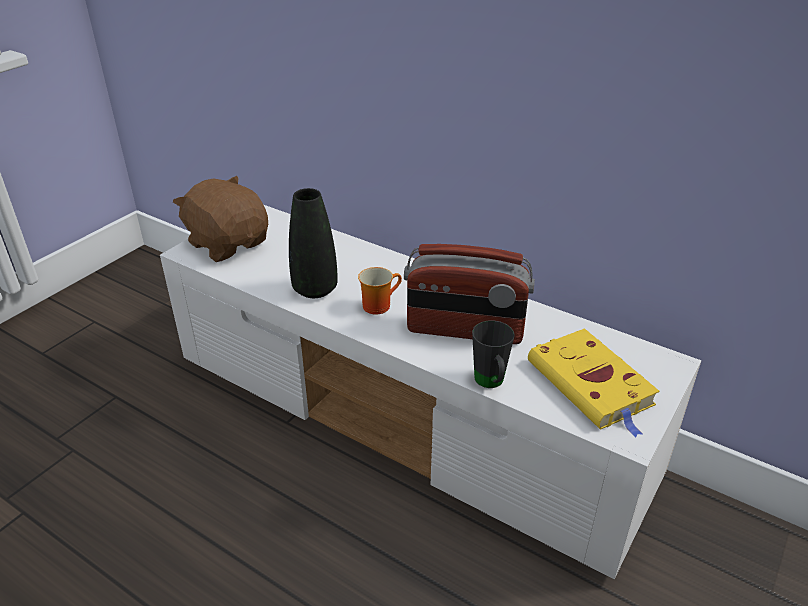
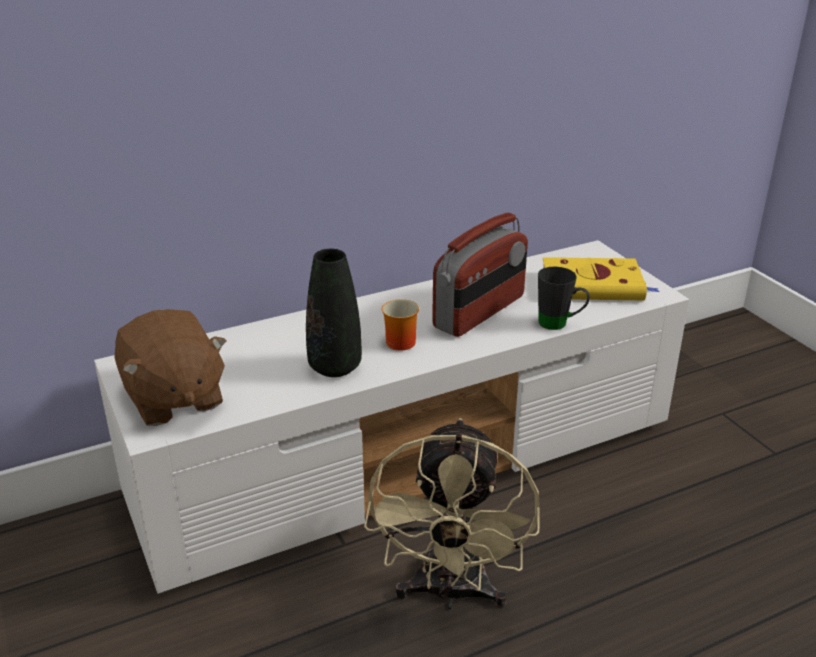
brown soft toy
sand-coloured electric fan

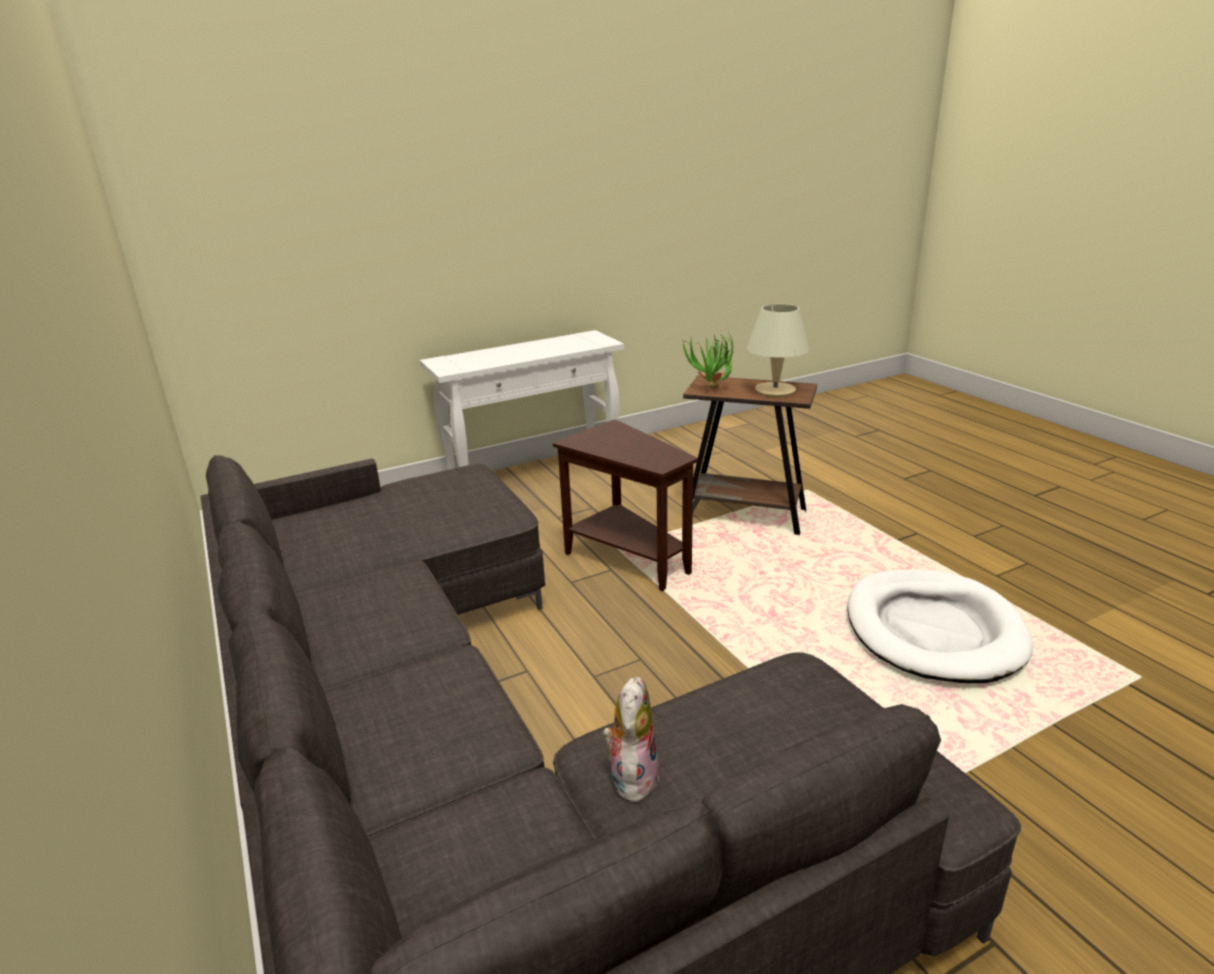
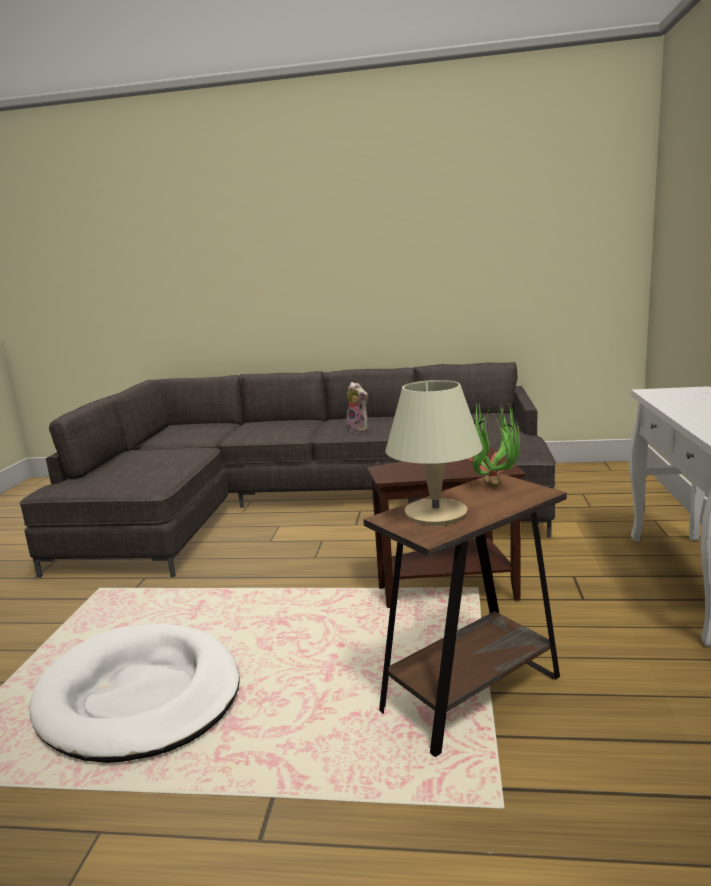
soft toy

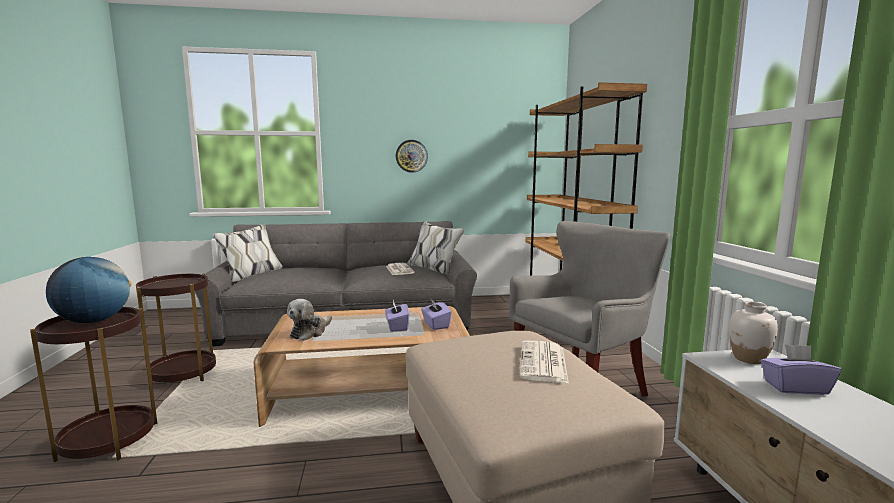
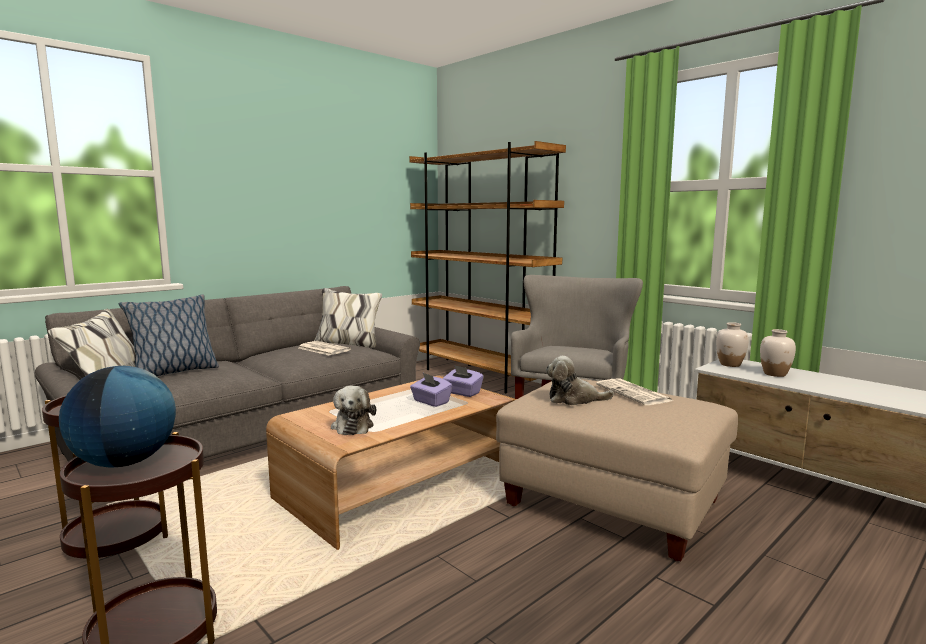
hanging clock
white-coloured vase (2nd from left)
throw pillow
soft toy (2nd from left)

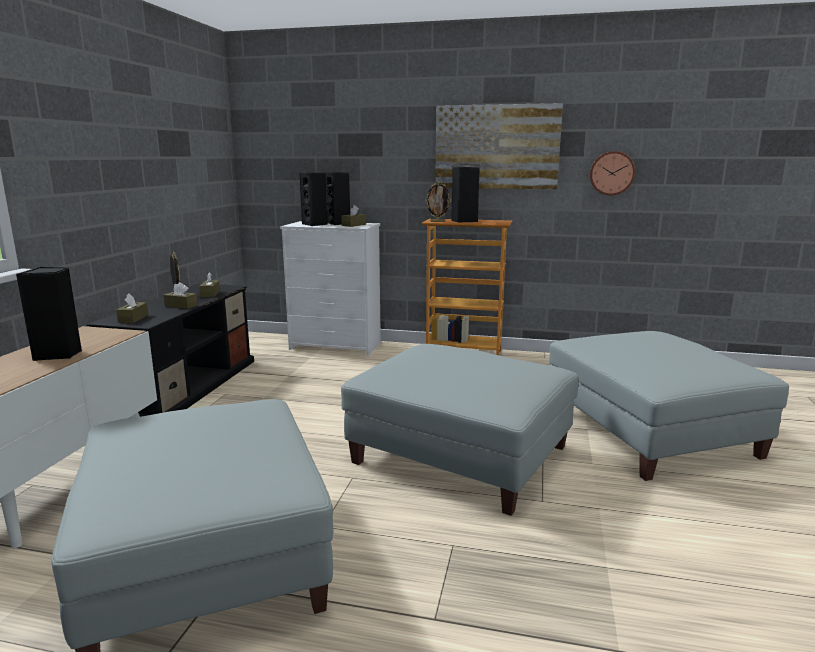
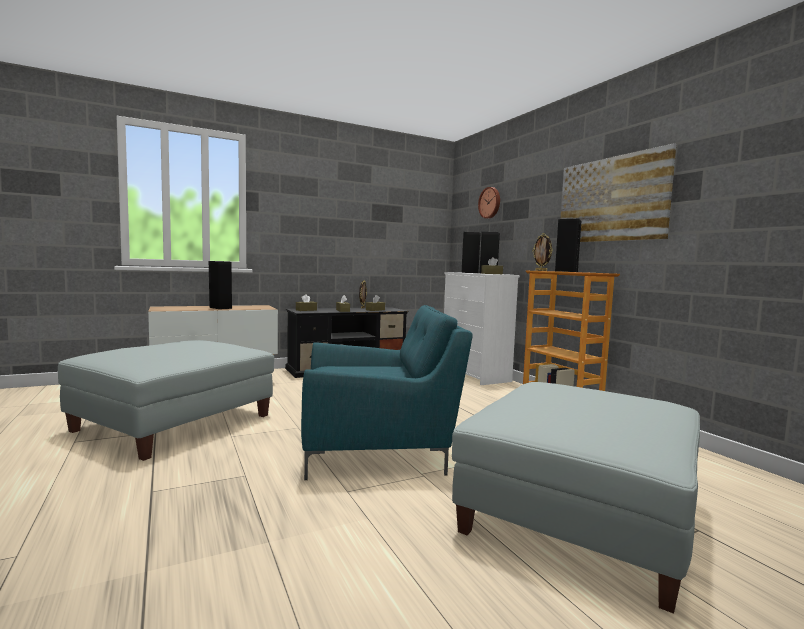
turquoise-coloured armchair
hanging clock

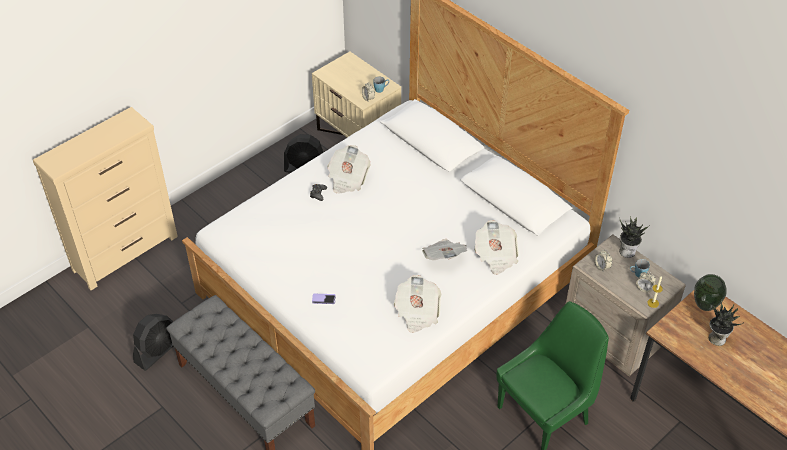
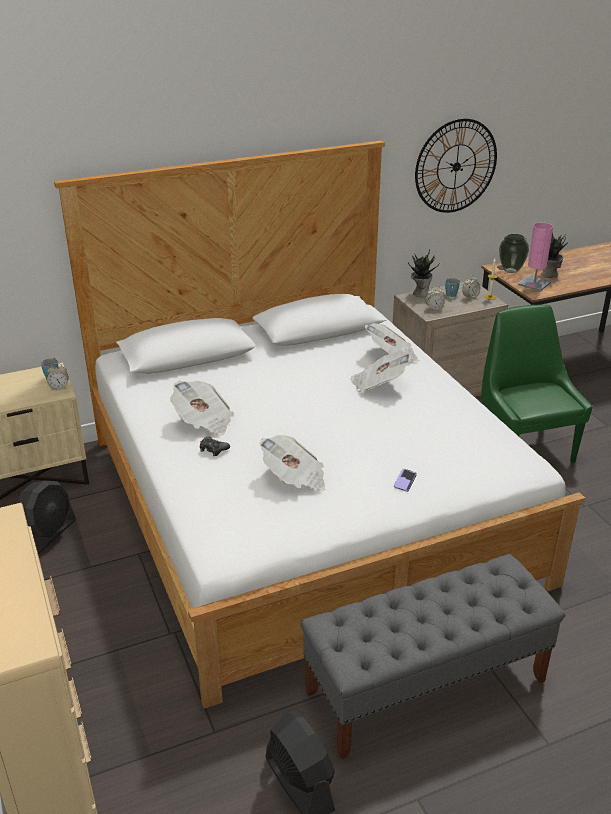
printed paper (2nd from left)
hanging clock
pink-coloured table lamp

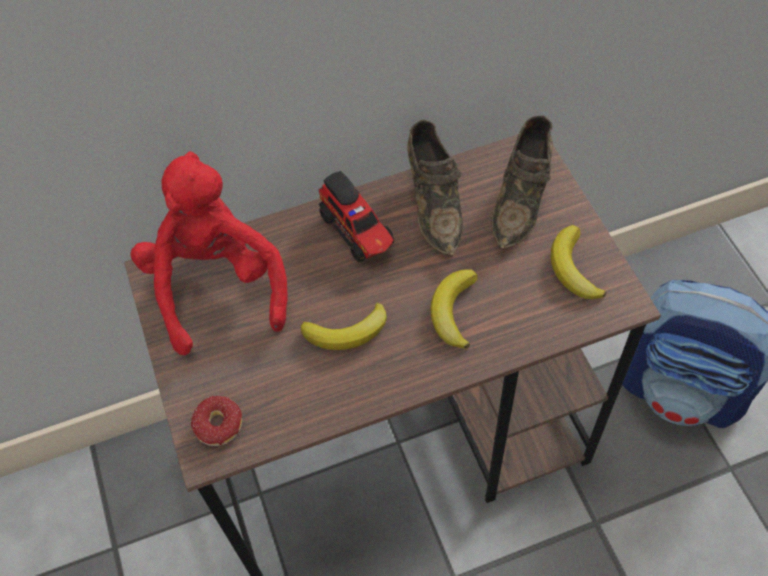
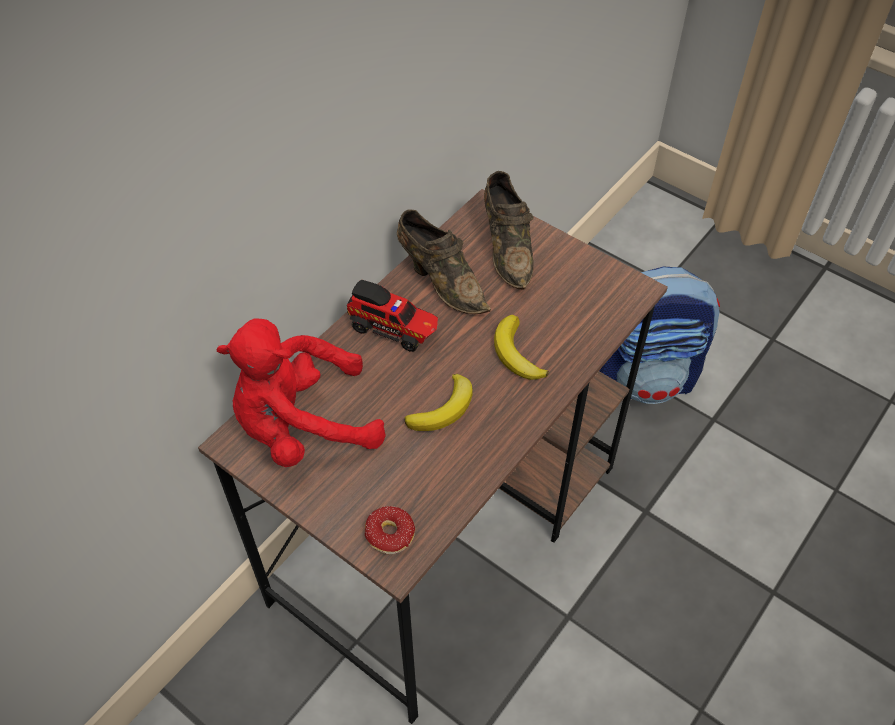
reddish soft toy
banana (3rd from left in the first image)

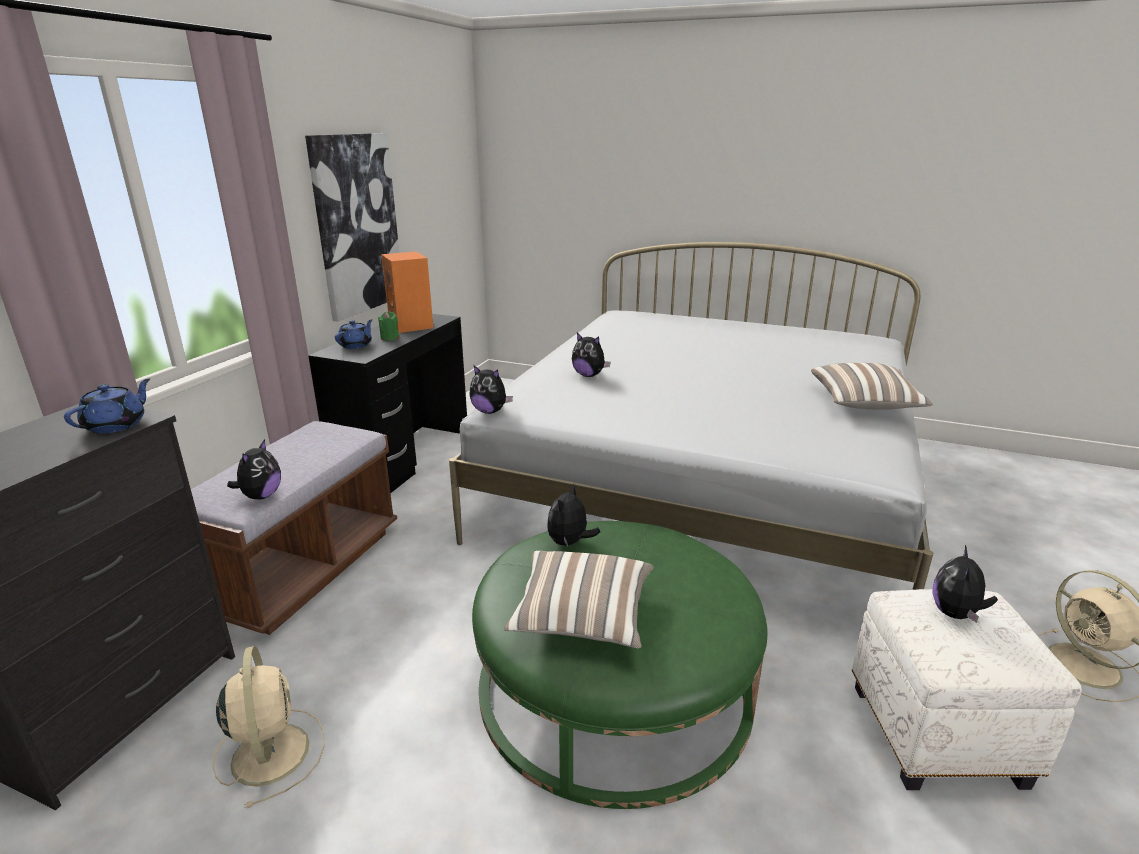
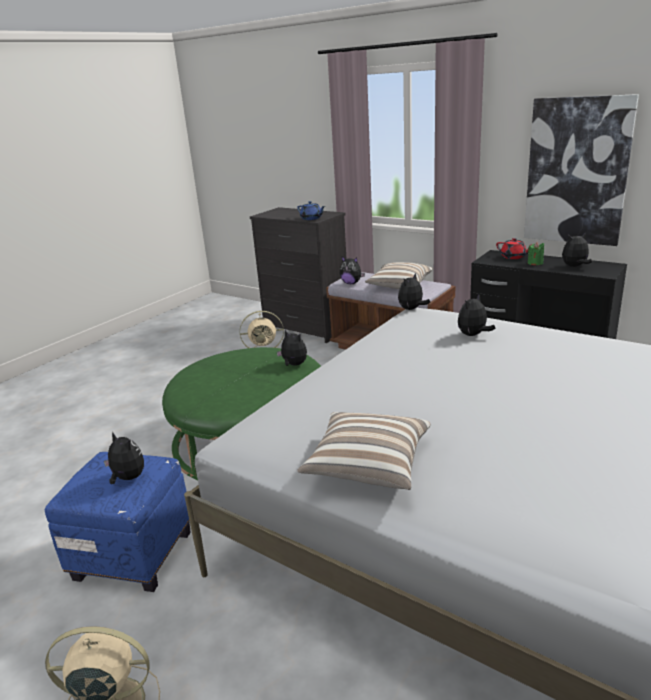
reddish pot for tea
soft toy (6th from left)
throw pillow (2nd from left)
blue footrest

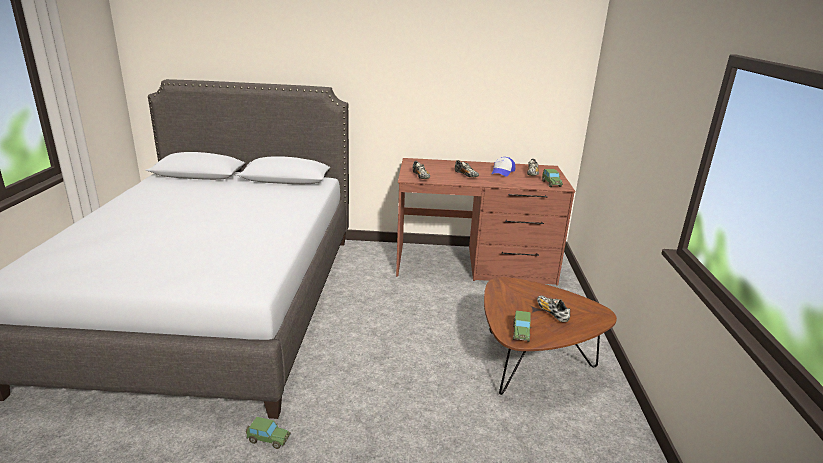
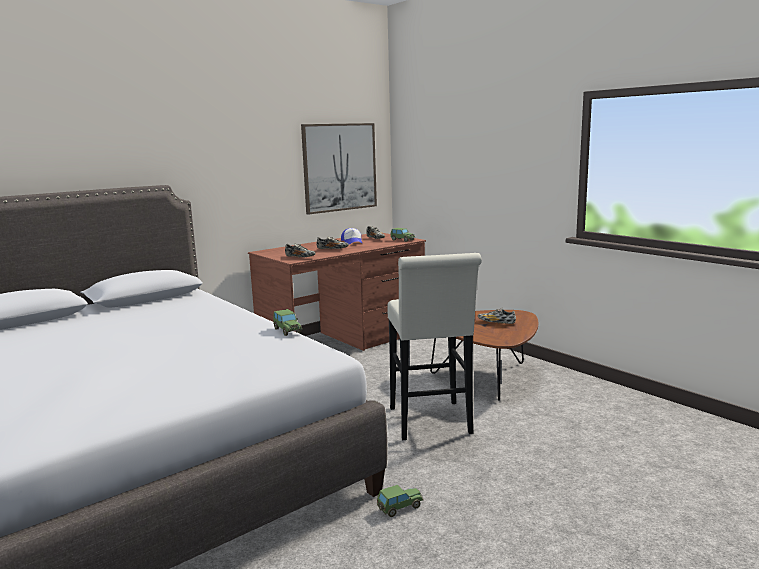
miniature car (1st from left)
wall art
white-coloured stool seat

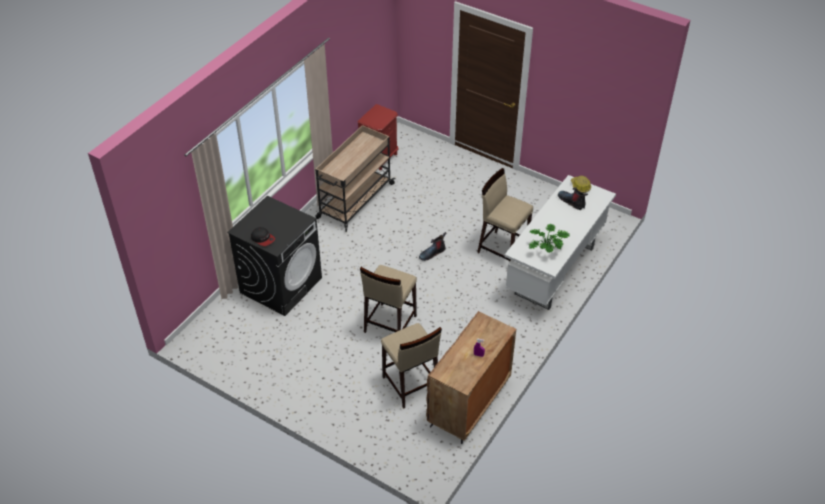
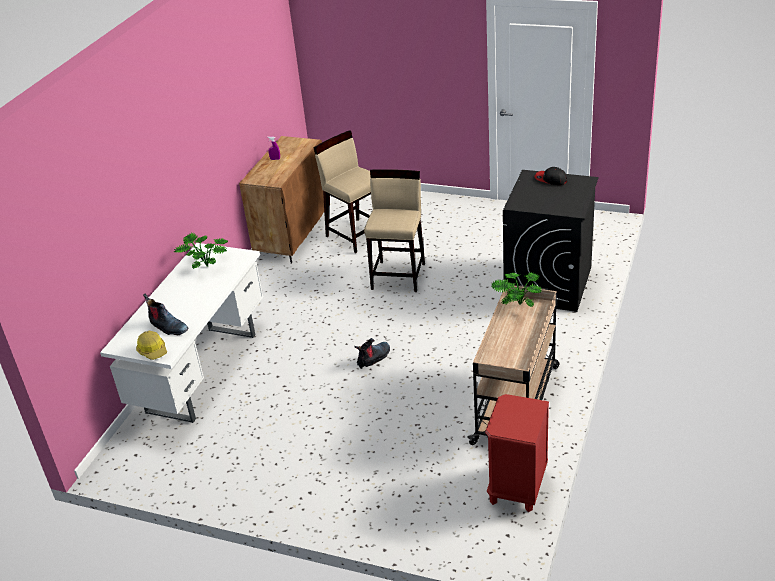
sand-coloured stool seat (3rd from left in the first image)
potted plant (2nd from left)

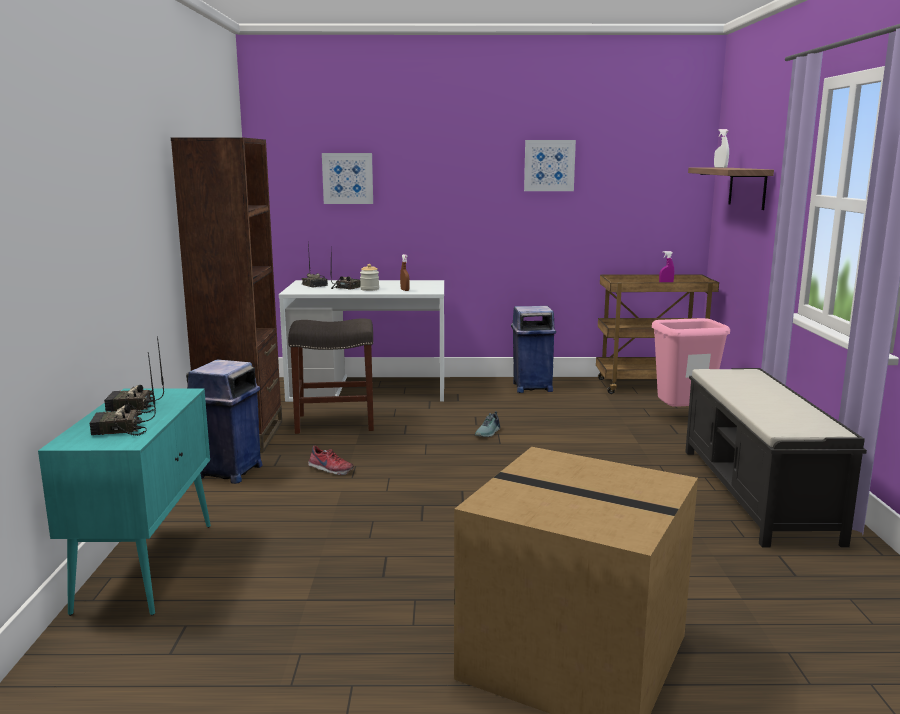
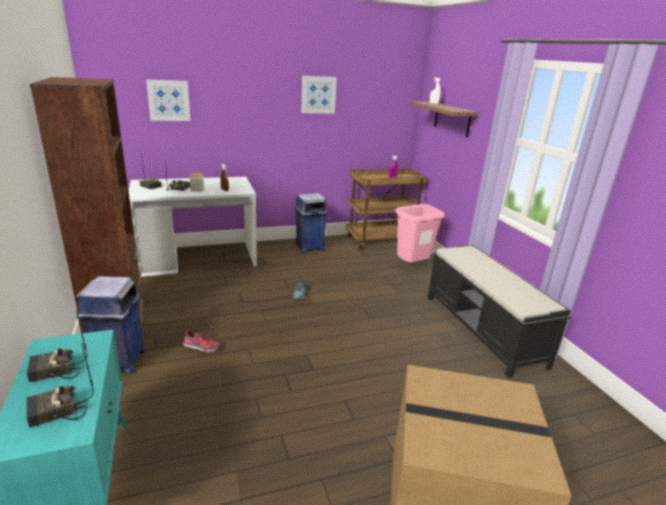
grey stool seat

